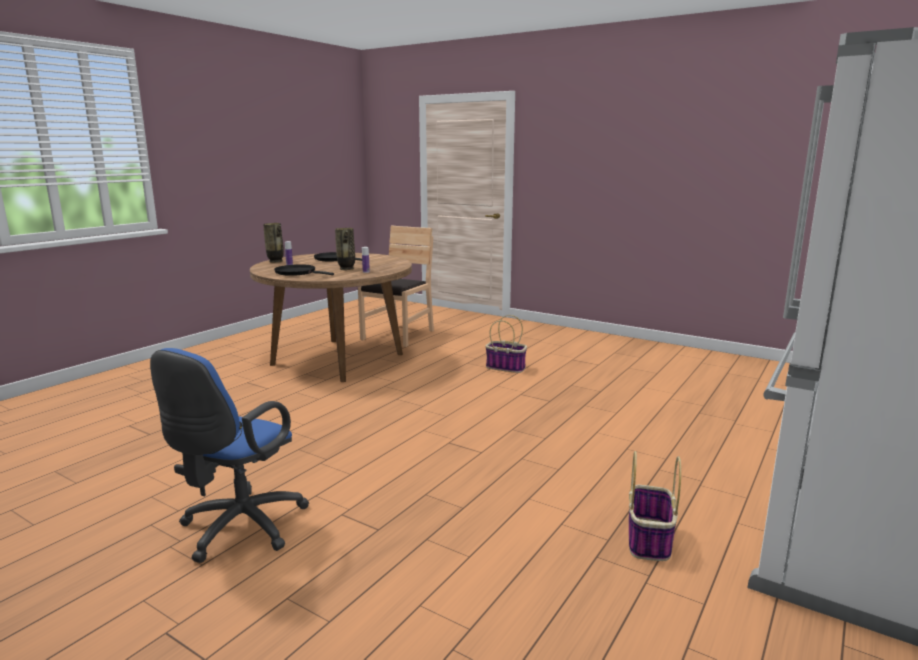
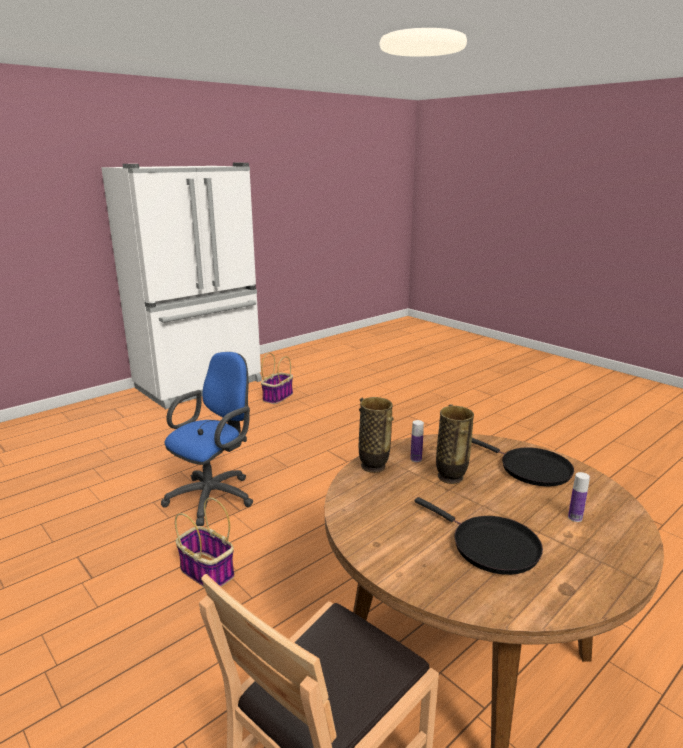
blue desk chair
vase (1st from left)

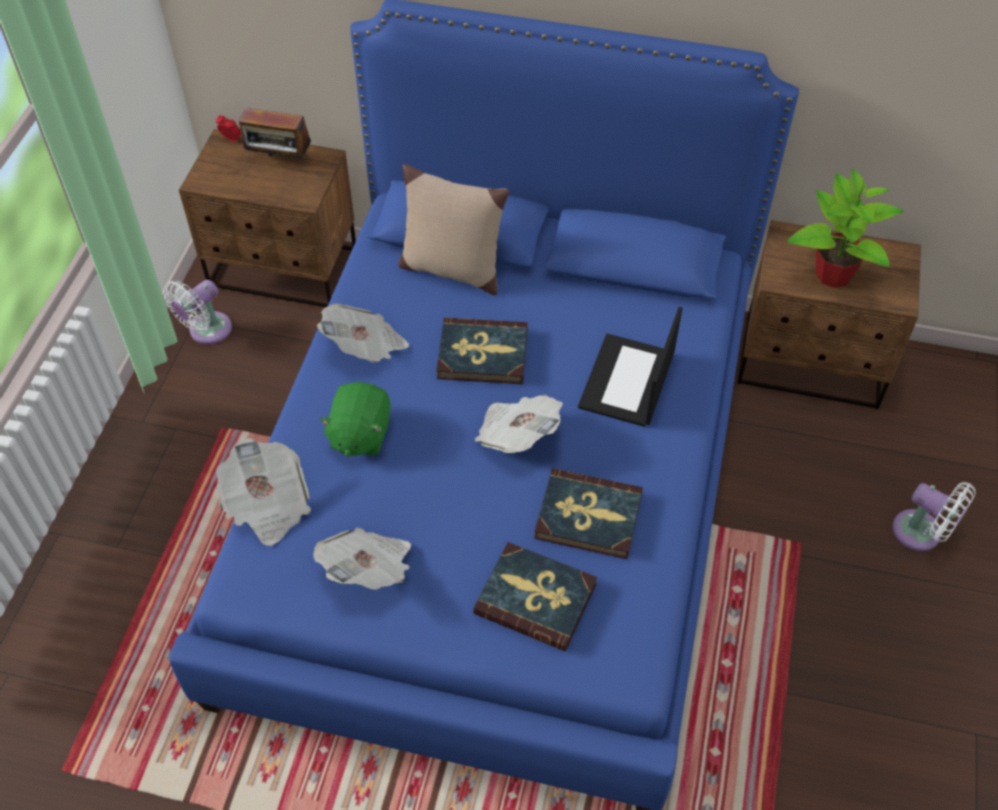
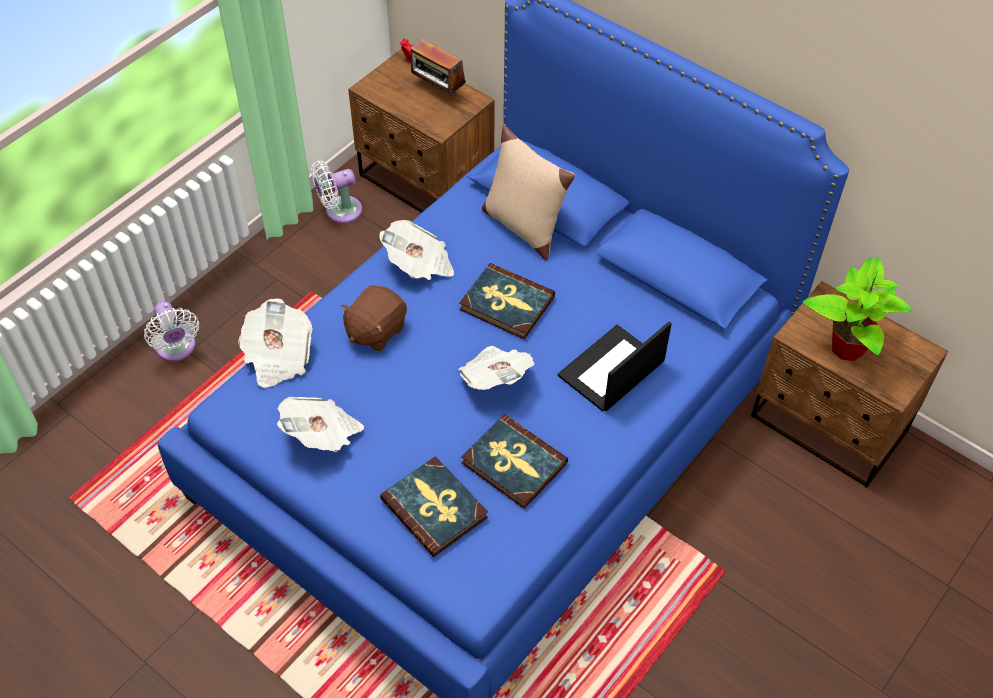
brown soft toy
white-coloured electric fan (1st from left)

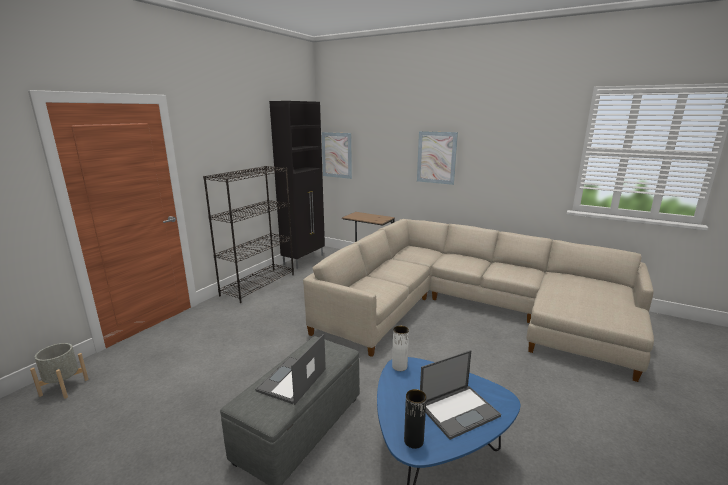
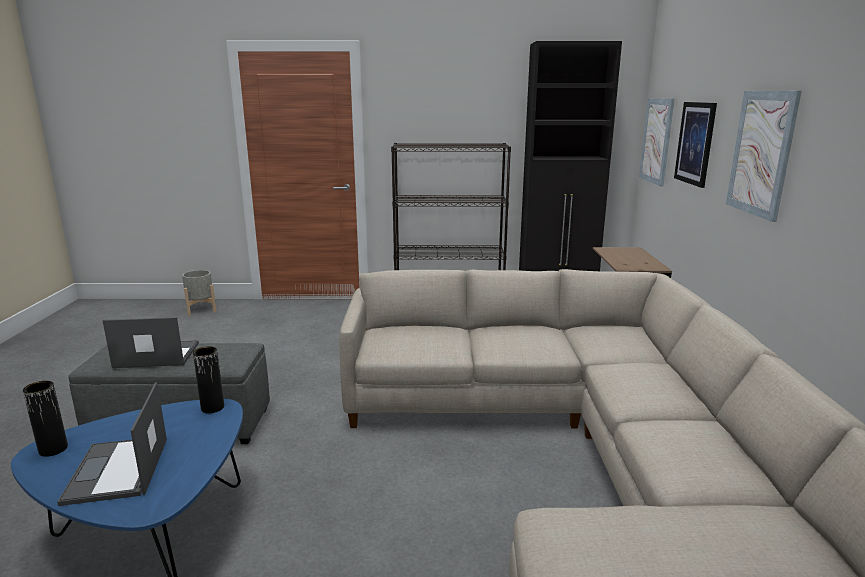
blackish vase (2nd from left)
laptop (1st from left)
wall art (2nd from left)

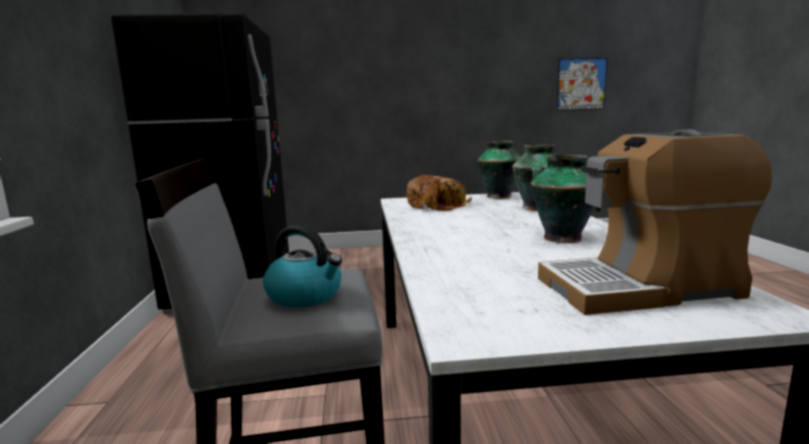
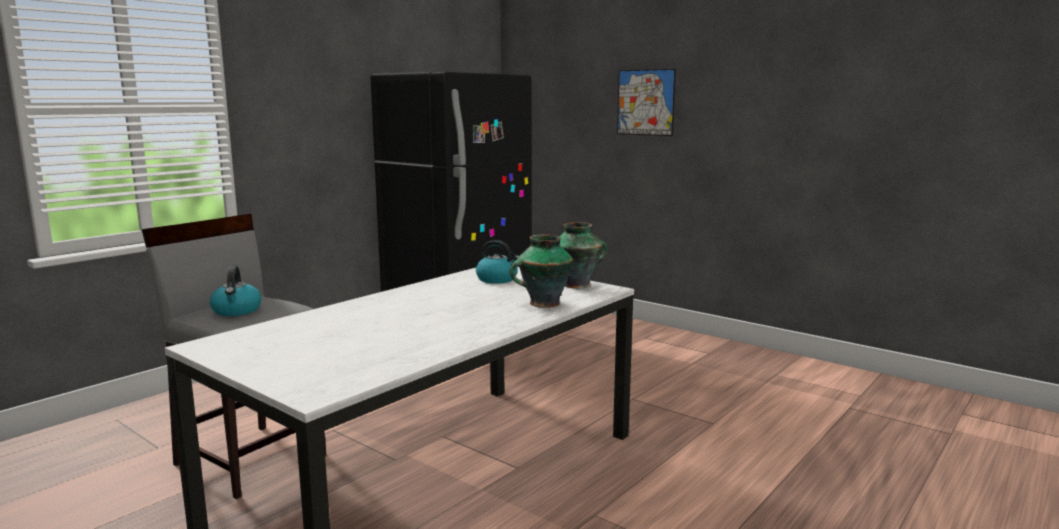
tea kettle (2nd from left)
vase (3rd from left in the first image)
coffee maker
wall art

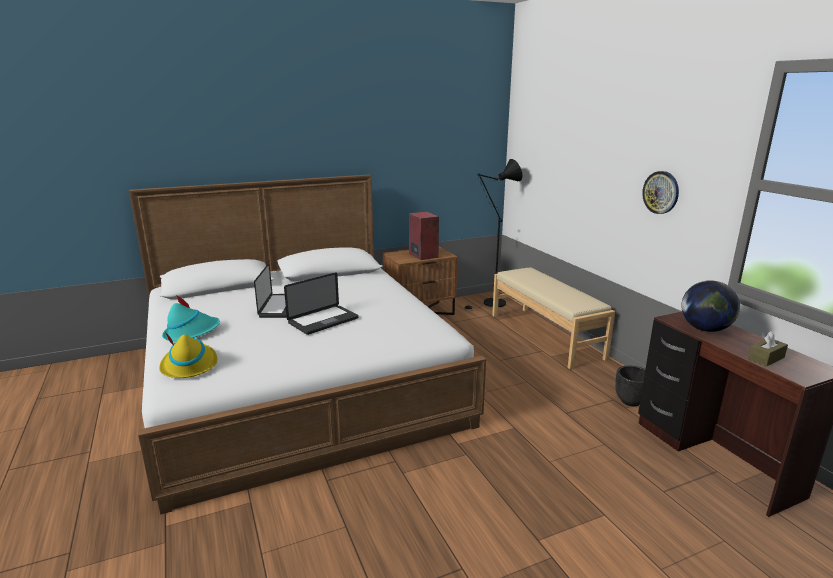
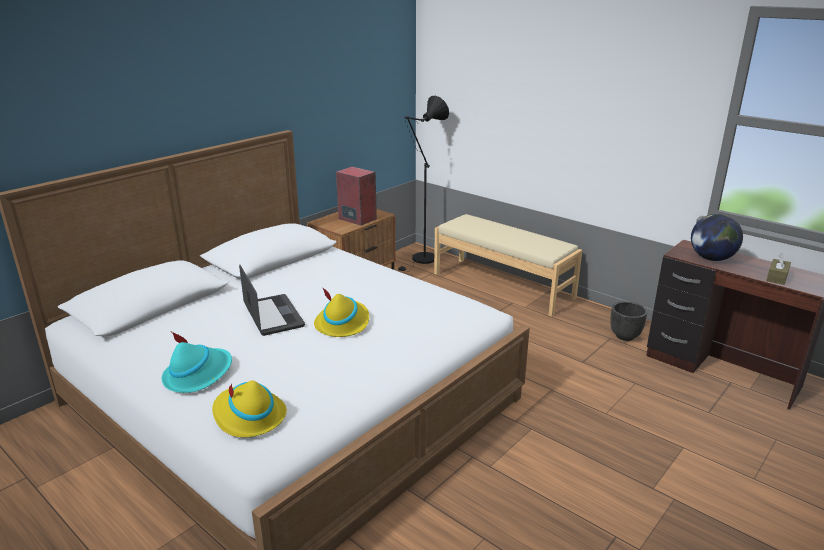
yellow-coloured wearable hat (2nd from left)
hanging clock

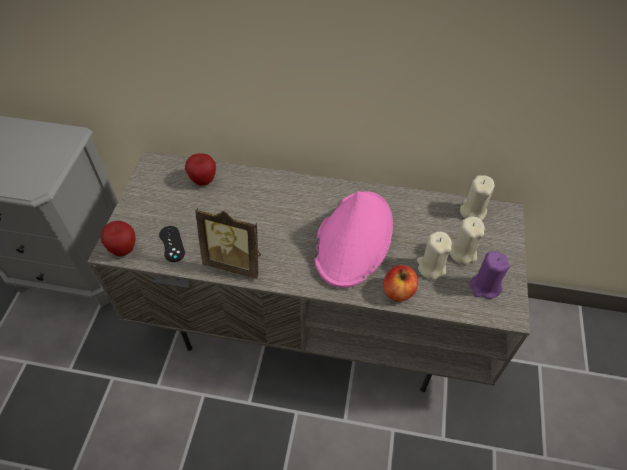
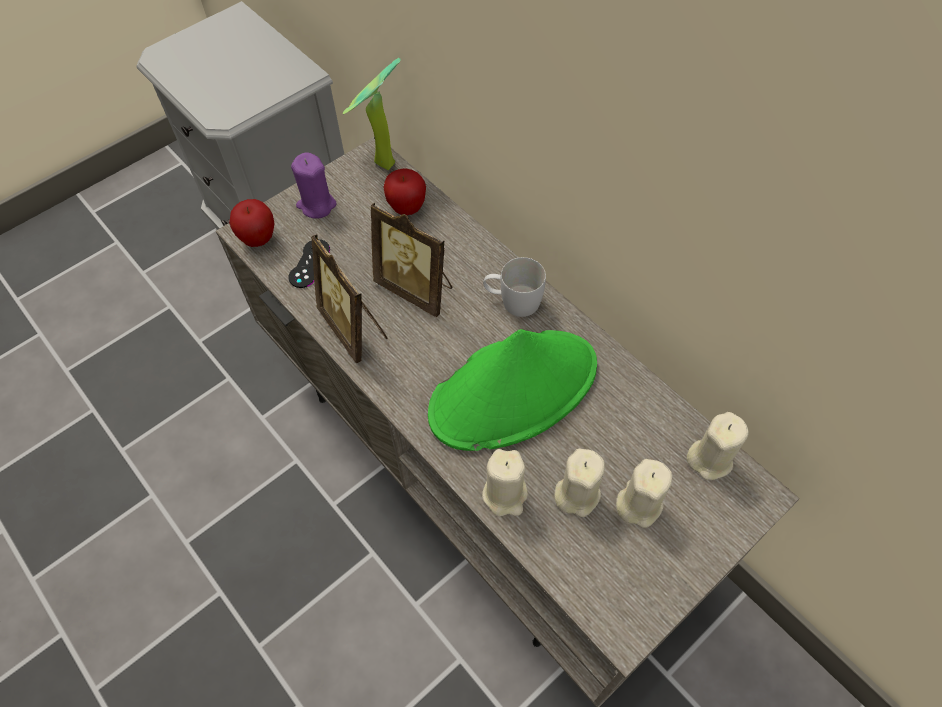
greenish wearable hat
sand-coloured candle (1st from left)
purple-coloured candle
potted plant
picture frame (2nd from left)
white-coloured mug

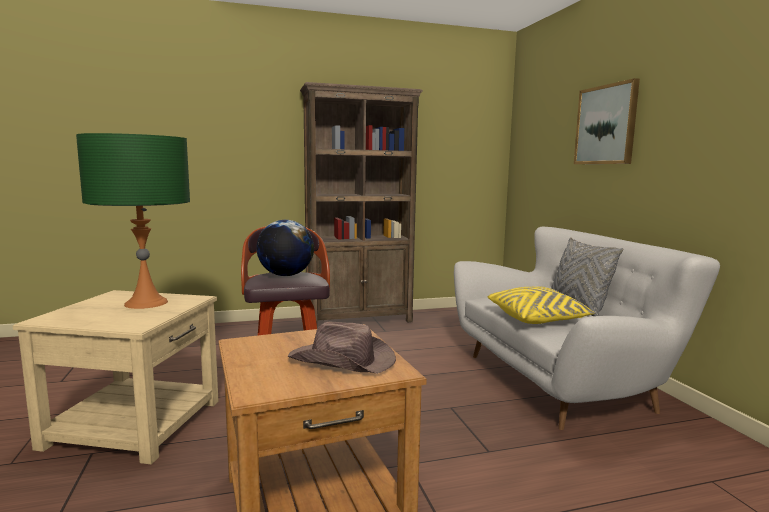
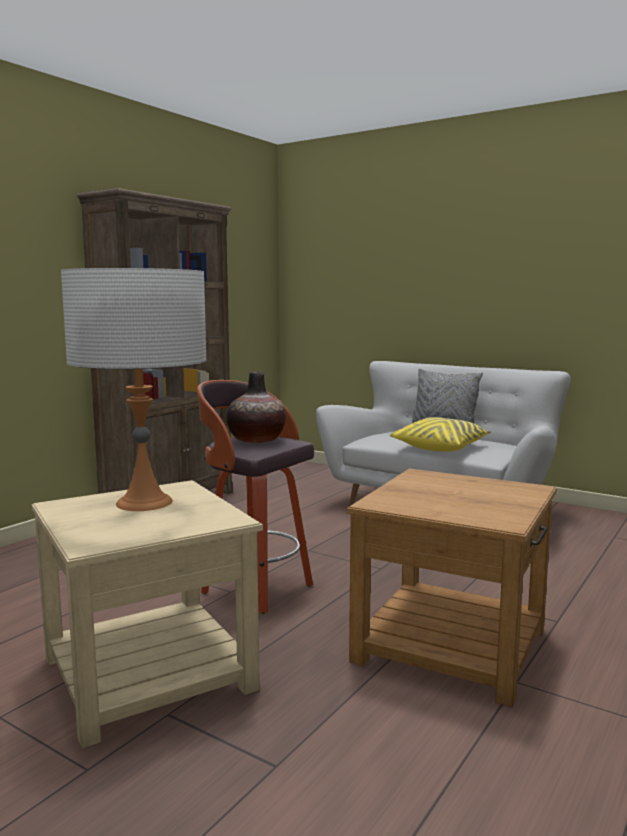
white-coloured table lamp
vase
brown wearable hat
wall art

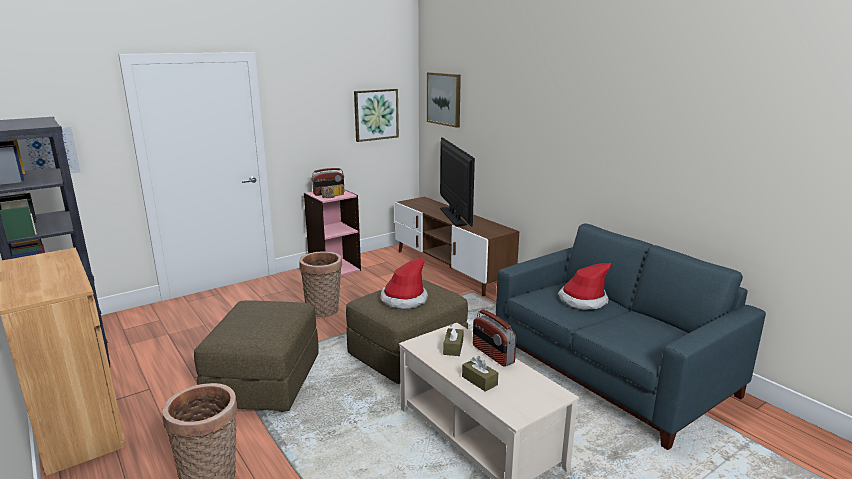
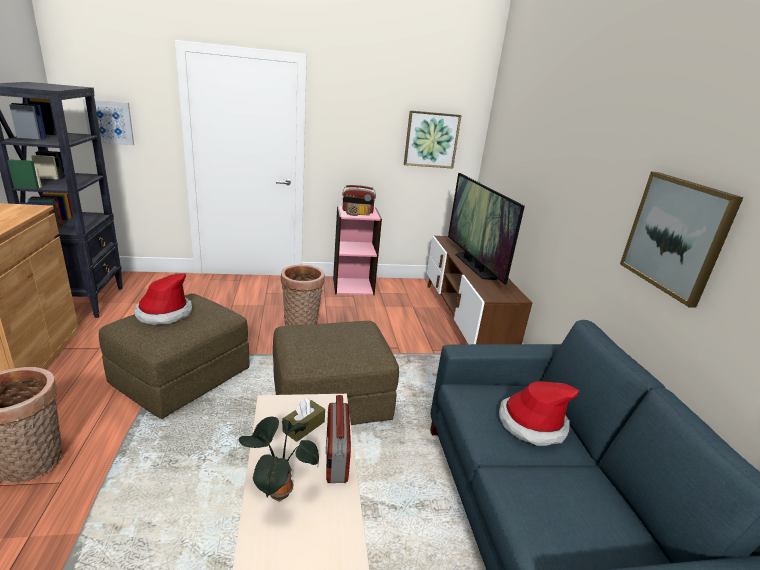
wearable hat (1st from left)
wall art (3rd from left)
TV
potted plant

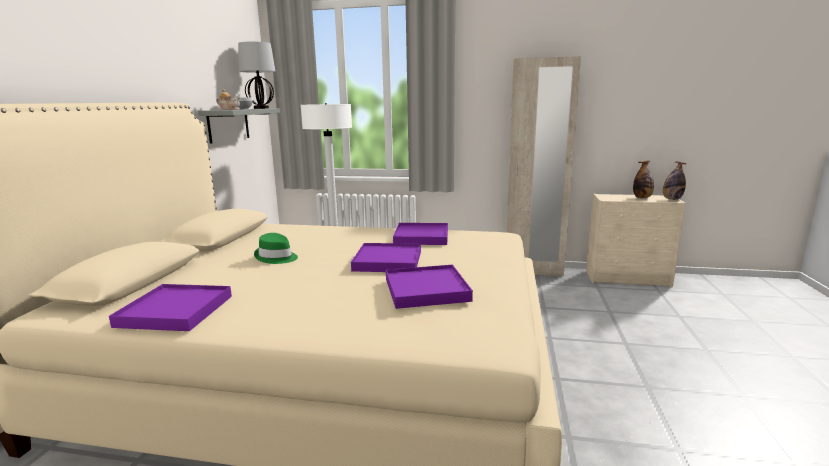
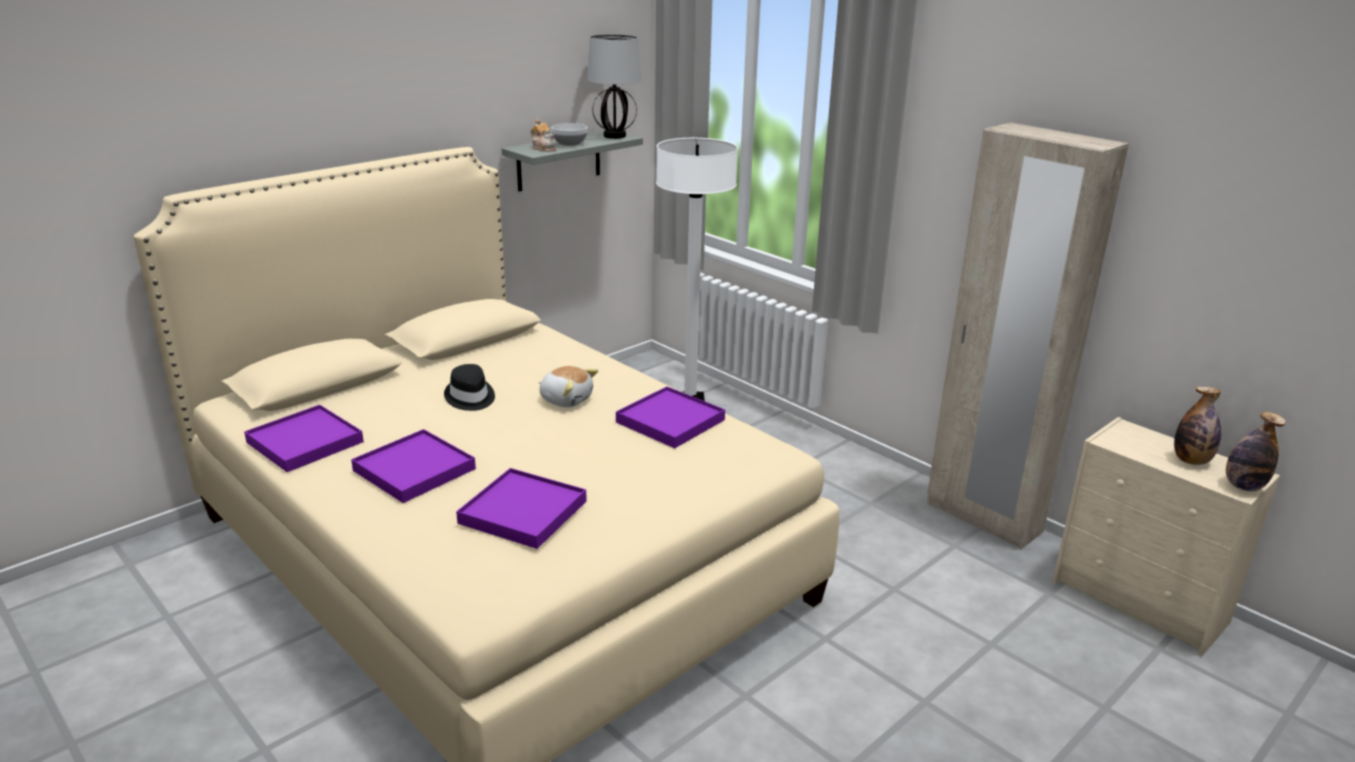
blackish wearable hat
purple-coloured tray (2nd from left)
soft toy

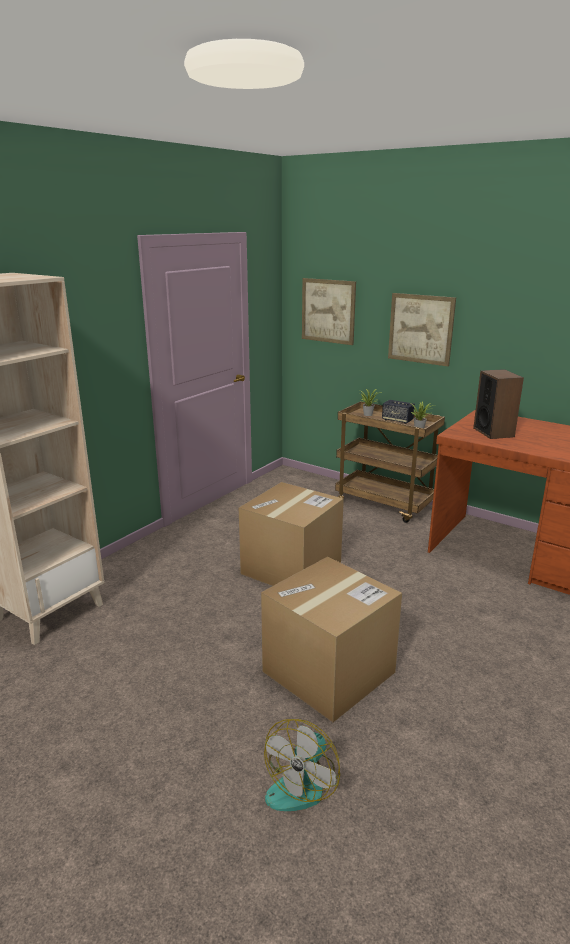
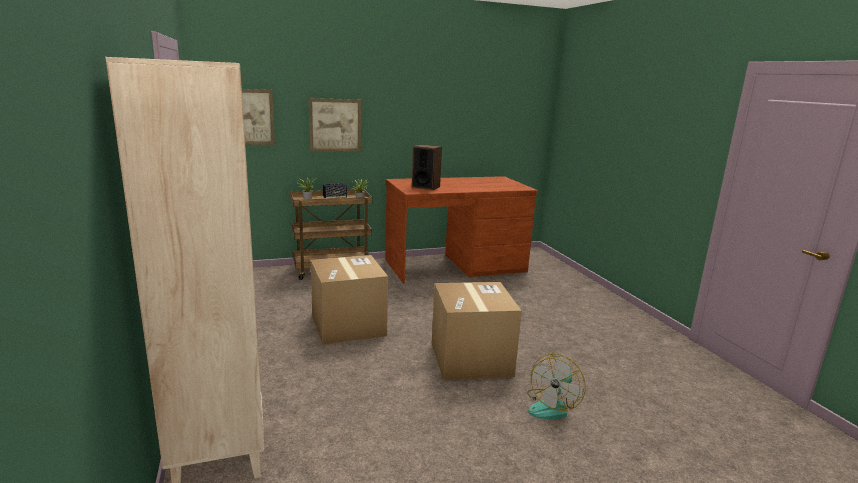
electric fan

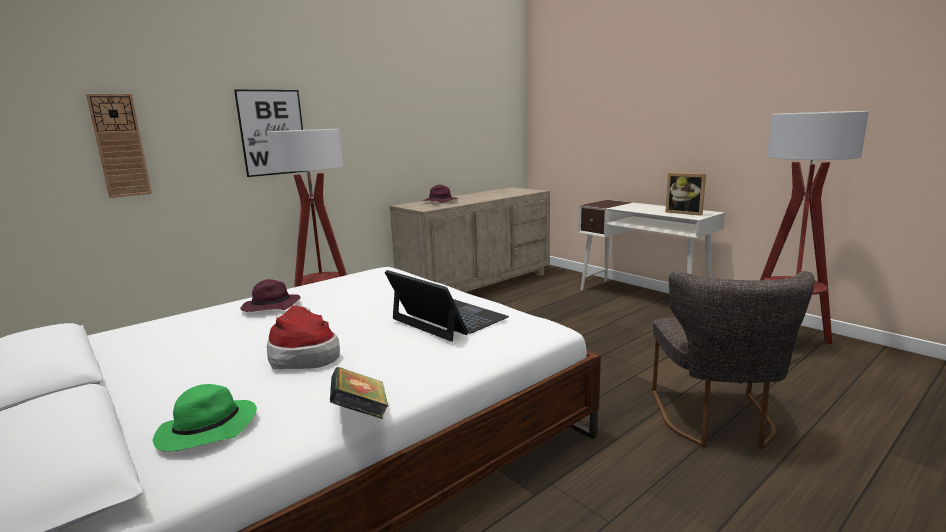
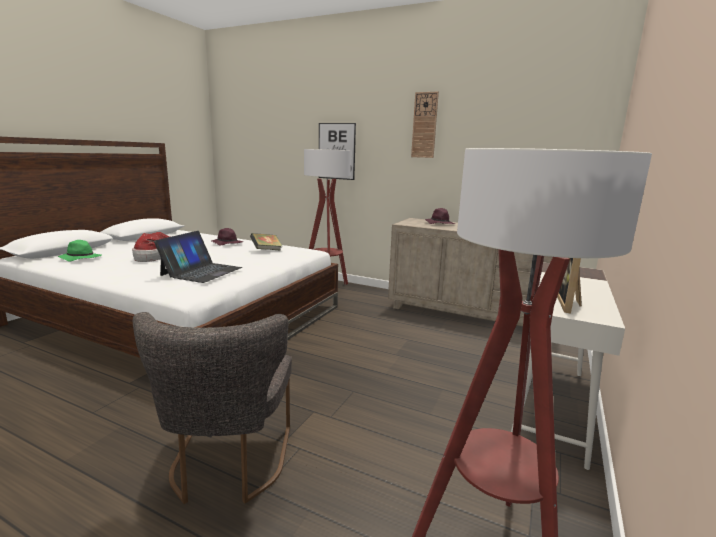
hanging clock
volume
grey plain chair

